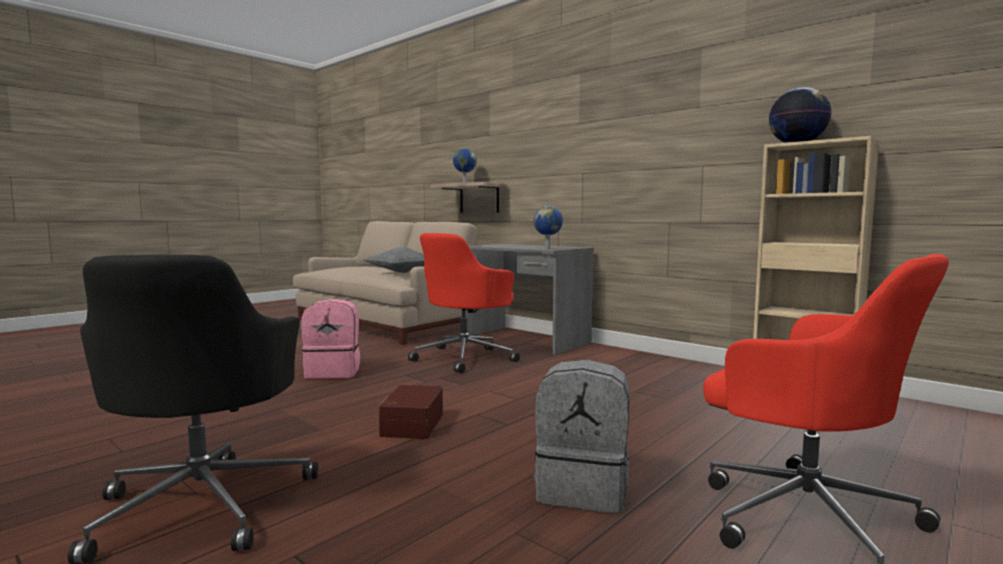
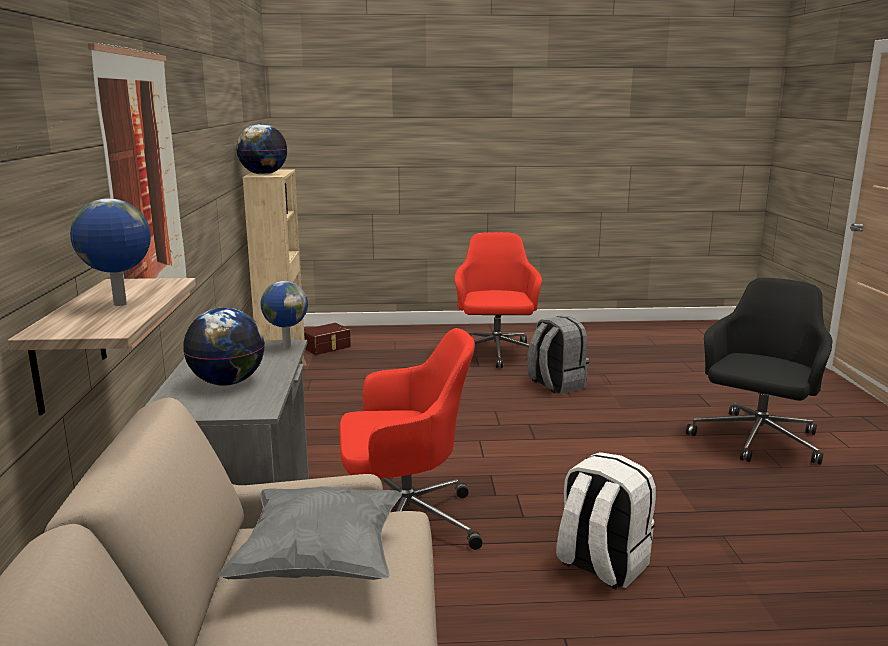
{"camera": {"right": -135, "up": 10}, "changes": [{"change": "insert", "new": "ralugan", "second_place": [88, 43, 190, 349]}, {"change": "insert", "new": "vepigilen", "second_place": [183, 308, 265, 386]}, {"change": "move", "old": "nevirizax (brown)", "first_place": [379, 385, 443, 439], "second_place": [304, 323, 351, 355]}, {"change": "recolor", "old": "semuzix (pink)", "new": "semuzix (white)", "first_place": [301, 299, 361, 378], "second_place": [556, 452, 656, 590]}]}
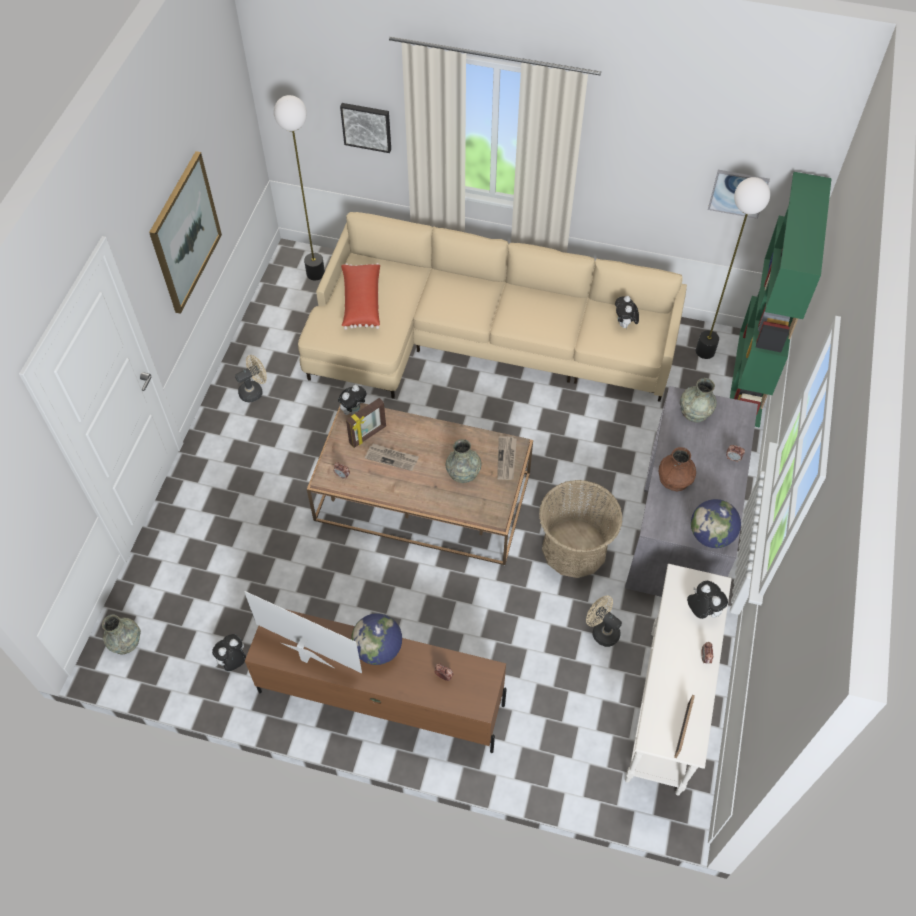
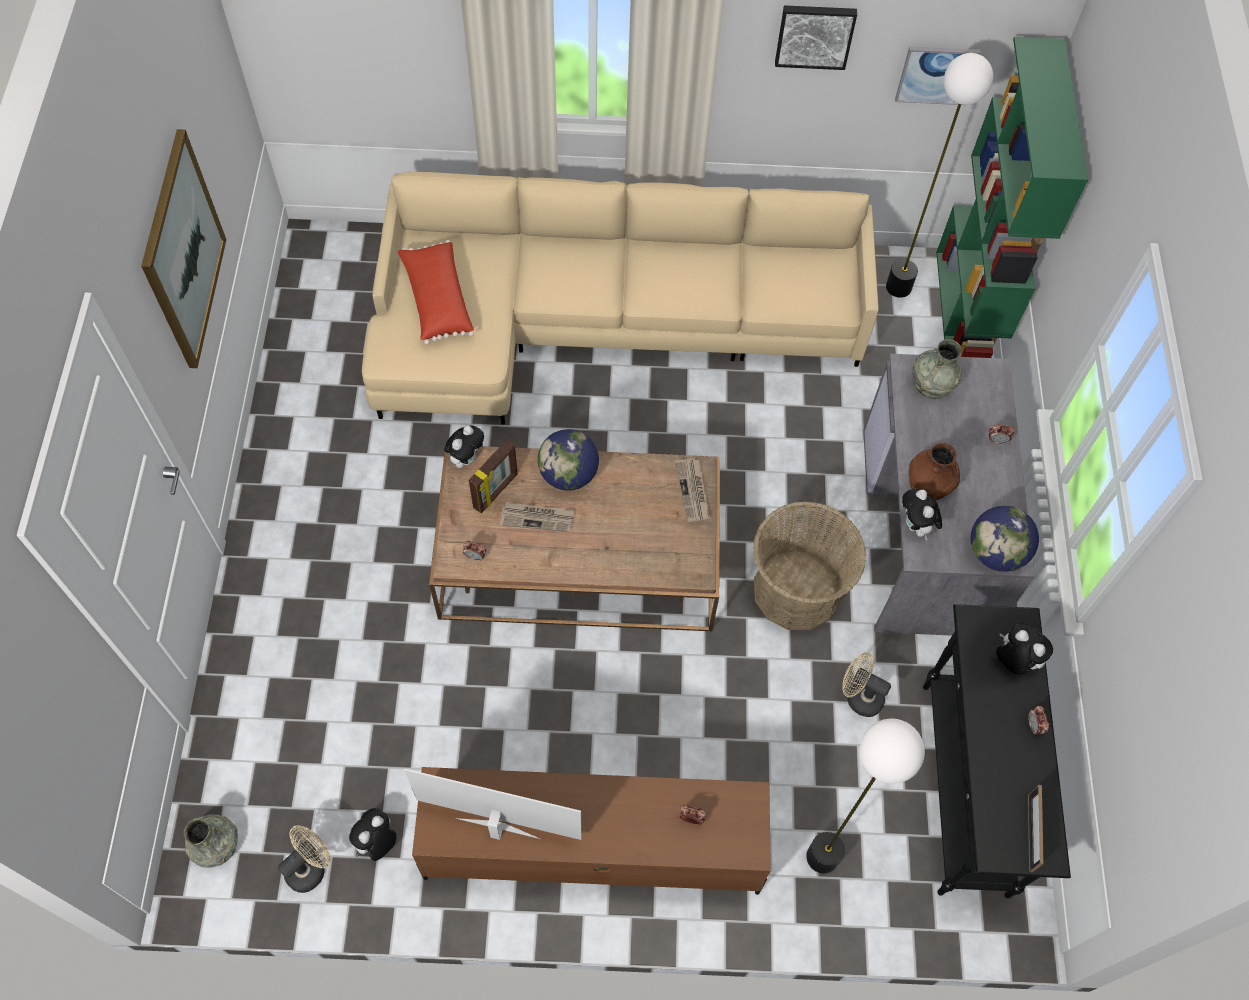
{"camera": {"right": -15, "up": 5}, "changes": [{"change": "delete", "old": "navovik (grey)", "first_place": [446, 439, 482, 483]}, {"change": "move", "old": "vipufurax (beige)", "first_place": [235, 355, 267, 402], "second_place": [278, 825, 331, 893]}, {"change": "move", "old": "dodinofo", "first_place": [274, 95, 325, 280], "second_place": [806, 719, 925, 873]}, {"change": "move", "old": "ralugan", "first_place": [340, 103, 391, 153], "second_place": [775, 5, 857, 70]}, {"change": "move", "old": "vepigilen", "first_place": [351, 613, 402, 665], "second_place": [538, 429, 599, 491]}, {"change": "move", "old": "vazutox", "first_place": [615, 296, 639, 329], "second_place": [902, 488, 942, 540]}, {"change": "recolor", "old": "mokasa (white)", "new": "mokasa (black)", "first_place": [625, 564, 732, 796], "second_place": [923, 604, 1071, 898]}]}
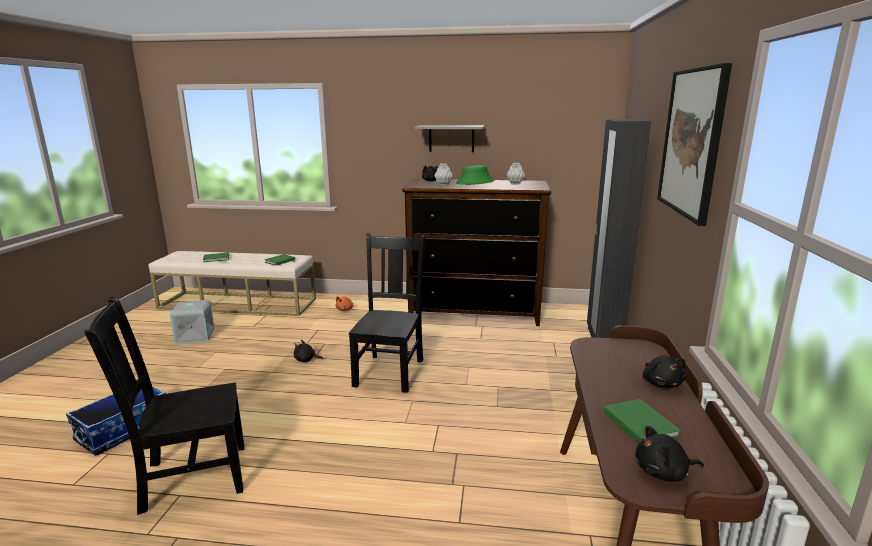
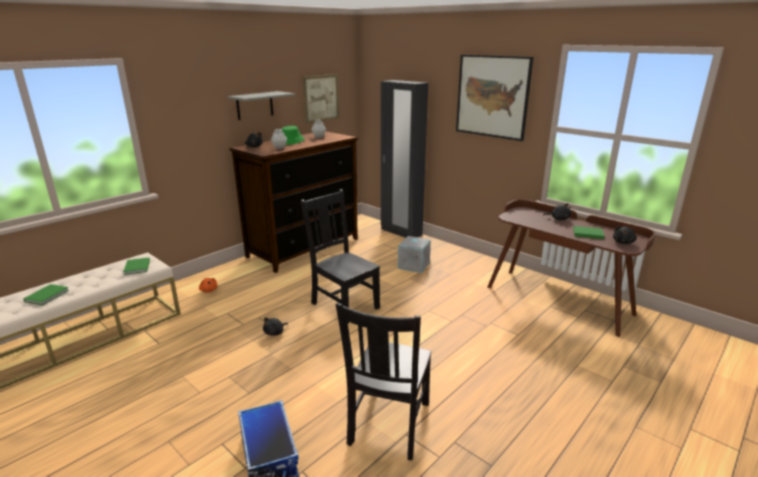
{"camera": {"right": -55, "up": 5}, "changes": [{"change": "insert", "new": "ralugan", "second_place": [303, 74, 339, 124]}, {"change": "move", "old": "nevirizax (grey)", "first_place": [170, 300, 215, 344], "second_place": [398, 236, 431, 273]}]}
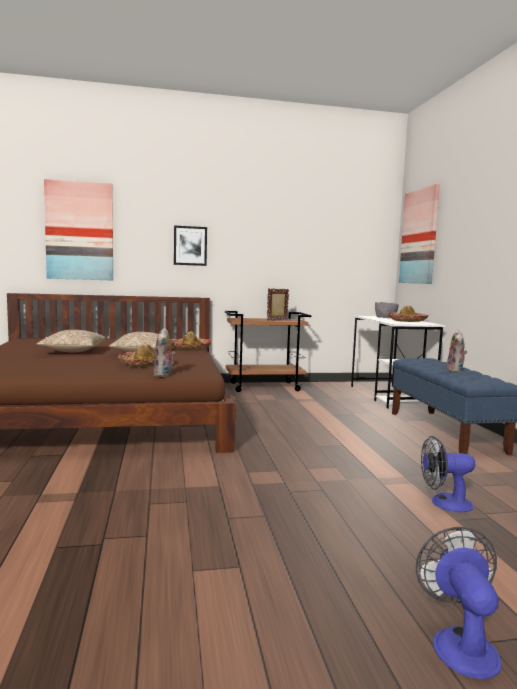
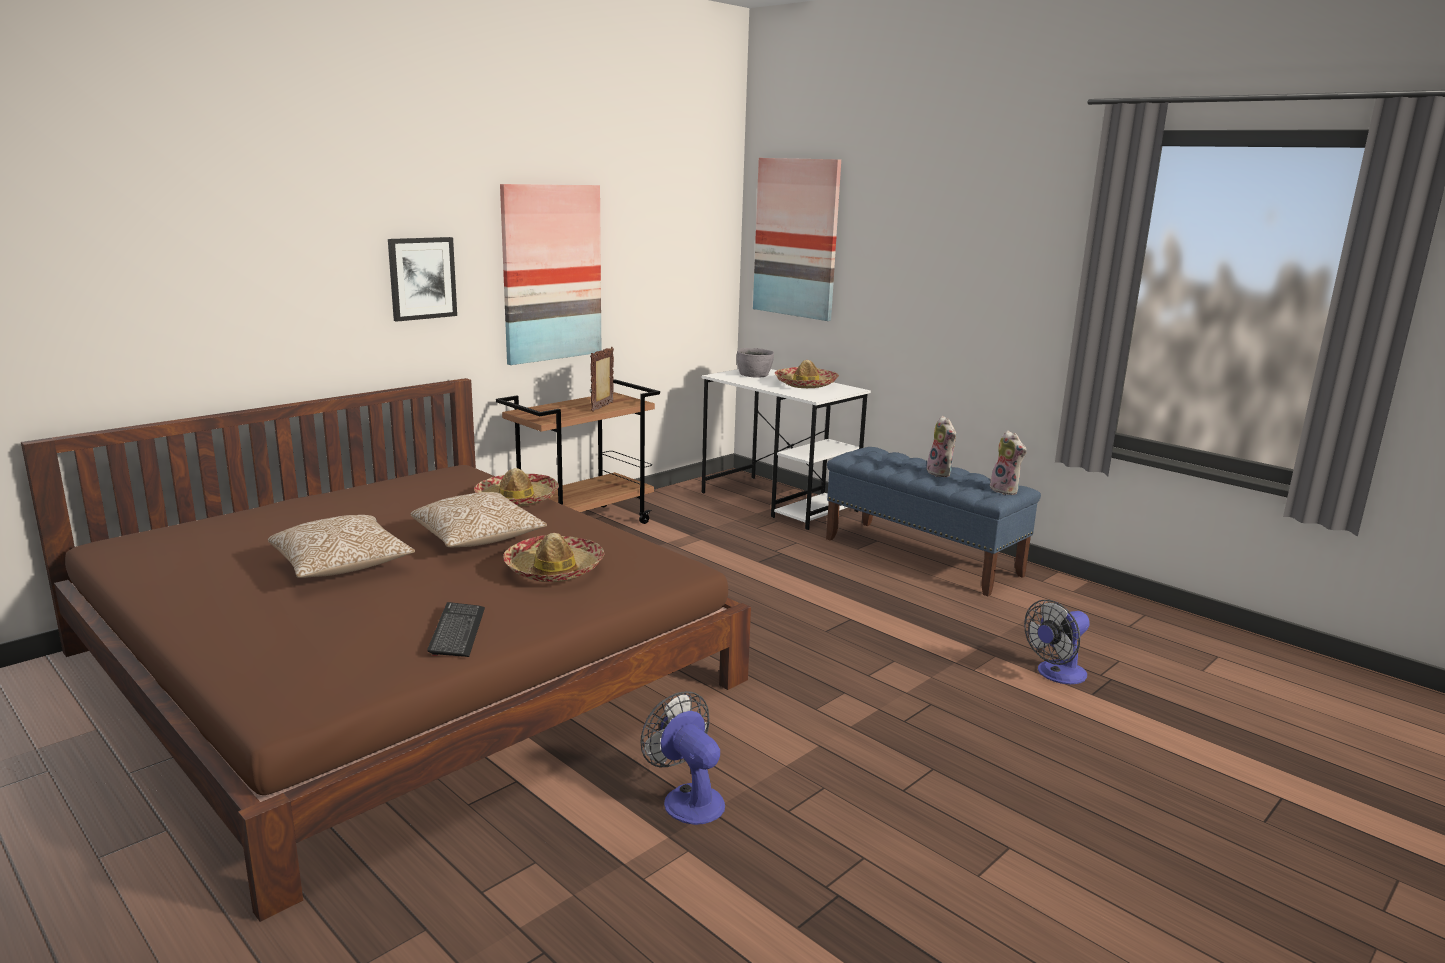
{"camera": {"right": -35, "up": 10}, "changes": [{"change": "insert", "new": "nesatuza", "second_place": [427, 602, 485, 657]}, {"change": "move", "old": "ralugan", "first_place": [44, 179, 113, 280], "second_place": [500, 184, 601, 365]}, {"change": "move", "old": "vazutox", "first_place": [154, 328, 175, 377], "second_place": [990, 430, 1027, 495]}, {"change": "move", "old": "vipufurax", "first_place": [416, 527, 501, 679], "second_place": [641, 691, 725, 825]}]}
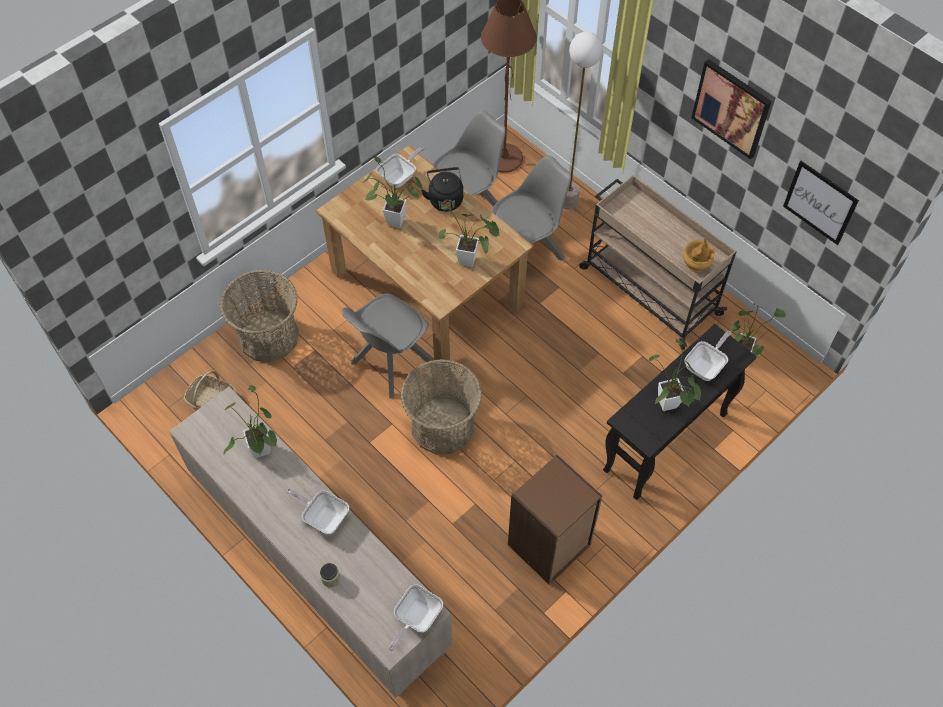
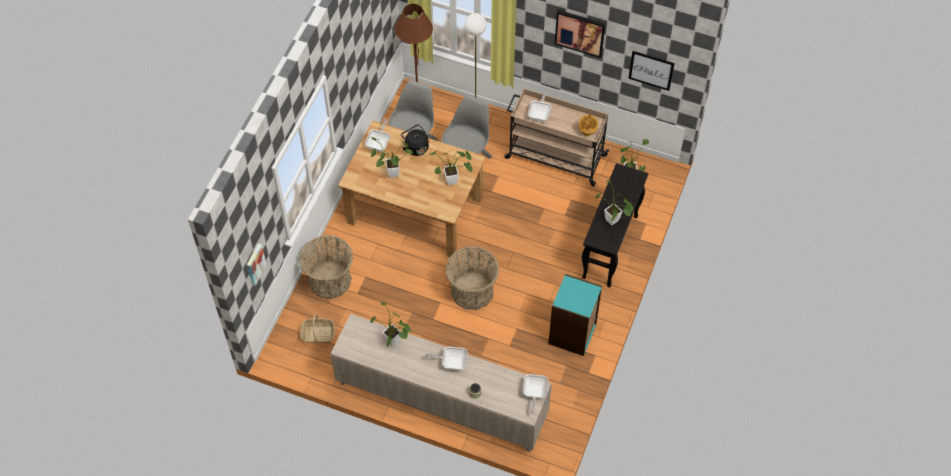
{"camera": {"right": -25, "up": 0}, "changes": [{"change": "delete", "old": "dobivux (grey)", "first_place": [341, 294, 434, 399]}, {"change": "insert", "new": "ralugan", "second_place": [247, 244, 267, 286]}, {"change": "move", "old": "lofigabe", "first_place": [684, 331, 731, 381], "second_place": [528, 90, 552, 122]}, {"change": "recolor", "old": "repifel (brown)", "new": "repifel (turquoise)", "first_place": [508, 455, 602, 585], "second_place": [548, 274, 602, 356]}]}
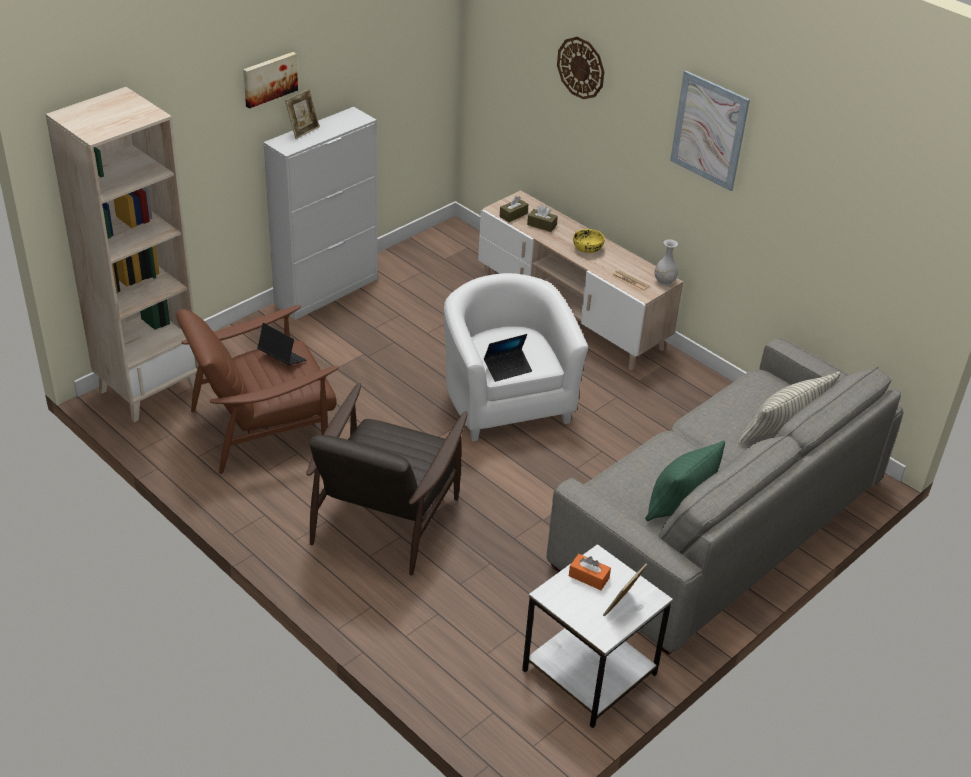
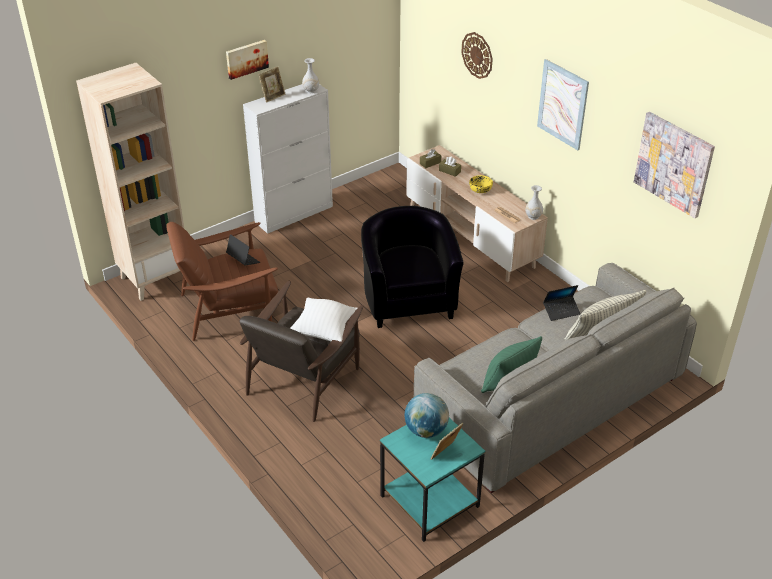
{"camera": {"right": 10, "up": 0}, "changes": [{"change": "insert", "new": "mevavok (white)", "second_place": [290, 298, 357, 342]}, {"change": "insert", "new": "navovik (white)", "second_place": [302, 58, 319, 93]}, {"change": "insert", "new": "ralugan", "second_place": [634, 112, 715, 218]}, {"change": "move", "old": "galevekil", "first_place": [484, 334, 532, 382], "second_place": [543, 285, 581, 321]}, {"change": "replace", "old": "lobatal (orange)", "new": "vepigilen", "first_place": [569, 554, 611, 590], "second_place": [404, 393, 449, 438]}, {"change": "recolor", "old": "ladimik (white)", "new": "ladimik (black)", "first_place": [444, 273, 588, 442], "second_place": [361, 206, 463, 328]}, {"change": "recolor", "old": "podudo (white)", "new": "podudo (turquoise)", "first_place": [522, 544, 673, 728], "second_place": [380, 418, 485, 542]}]}
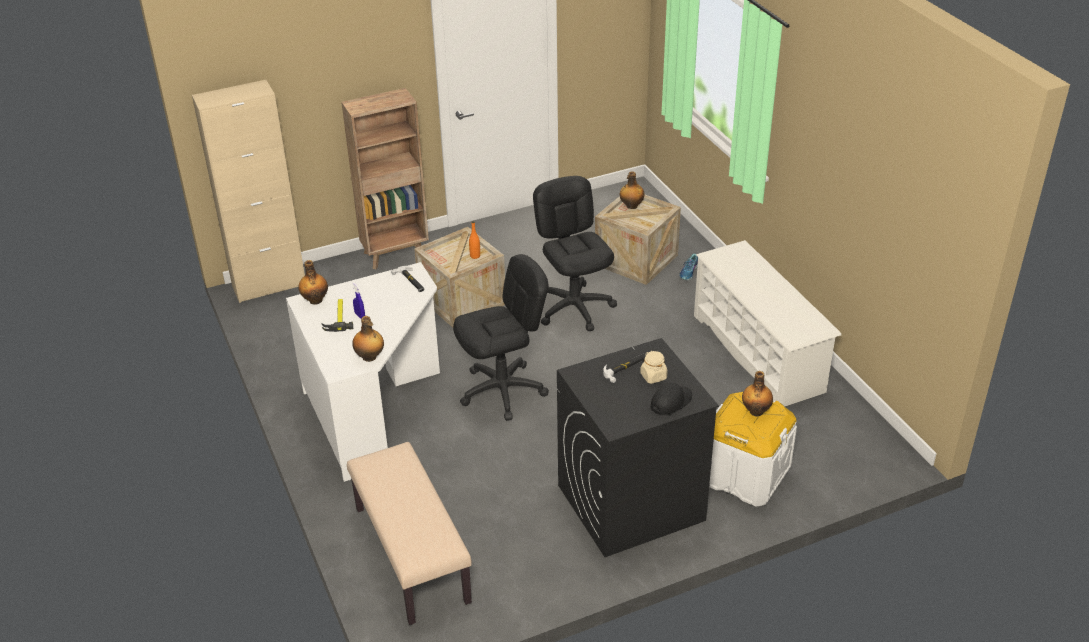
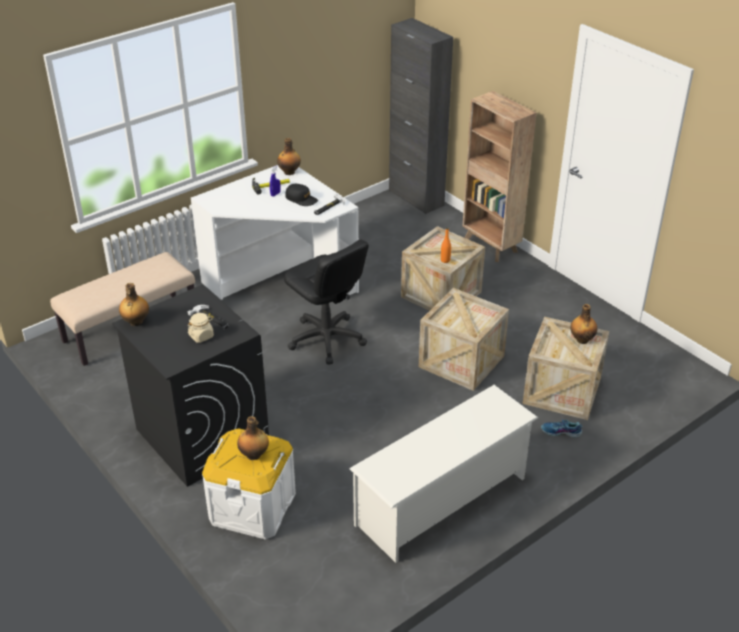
{"camera": {"right": 75, "up": 0}, "changes": [{"change": "move", "old": "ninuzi", "first_place": [352, 316, 384, 362], "second_place": [119, 283, 149, 326]}, {"change": "move", "old": "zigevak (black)", "first_place": [651, 383, 692, 416], "second_place": [285, 184, 318, 206]}, {"change": "replace", "old": "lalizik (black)", "new": "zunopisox", "first_place": [533, 176, 617, 331], "second_place": [419, 288, 509, 391]}, {"change": "recolor", "old": "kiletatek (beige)", "new": "kiletatek (black)", "first_place": [192, 80, 305, 303], "second_place": [389, 18, 453, 214]}]}
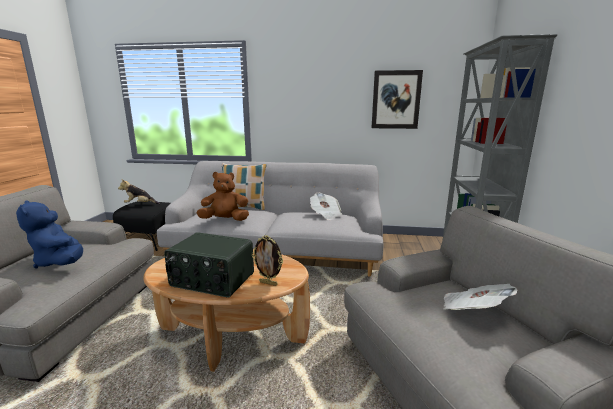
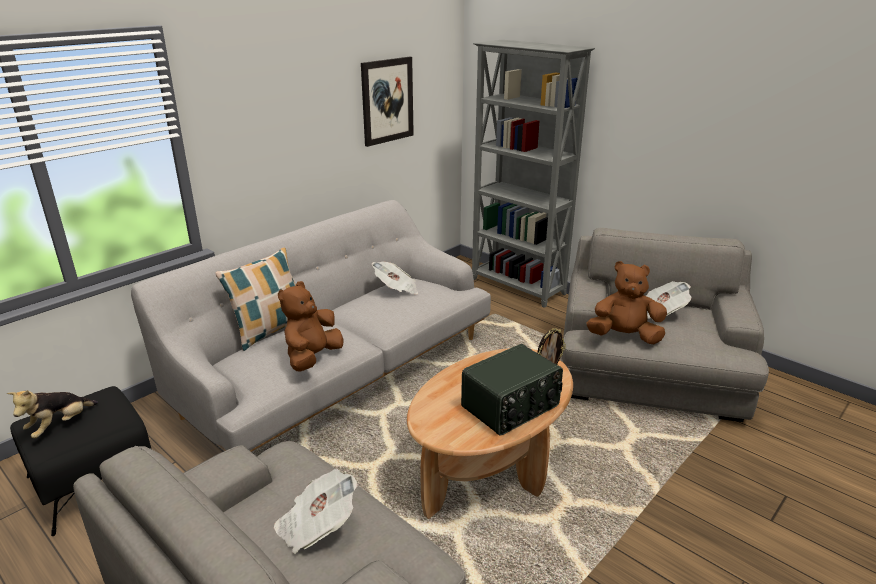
{"camera": {"right": -55, "up": 10}, "changes": [{"change": "insert", "new": "vazutox (brown)", "second_place": [586, 261, 667, 344]}, {"change": "replace", "old": "vazutox (blue)", "new": "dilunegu", "first_place": [16, 200, 83, 269], "second_place": [274, 469, 358, 554]}]}
